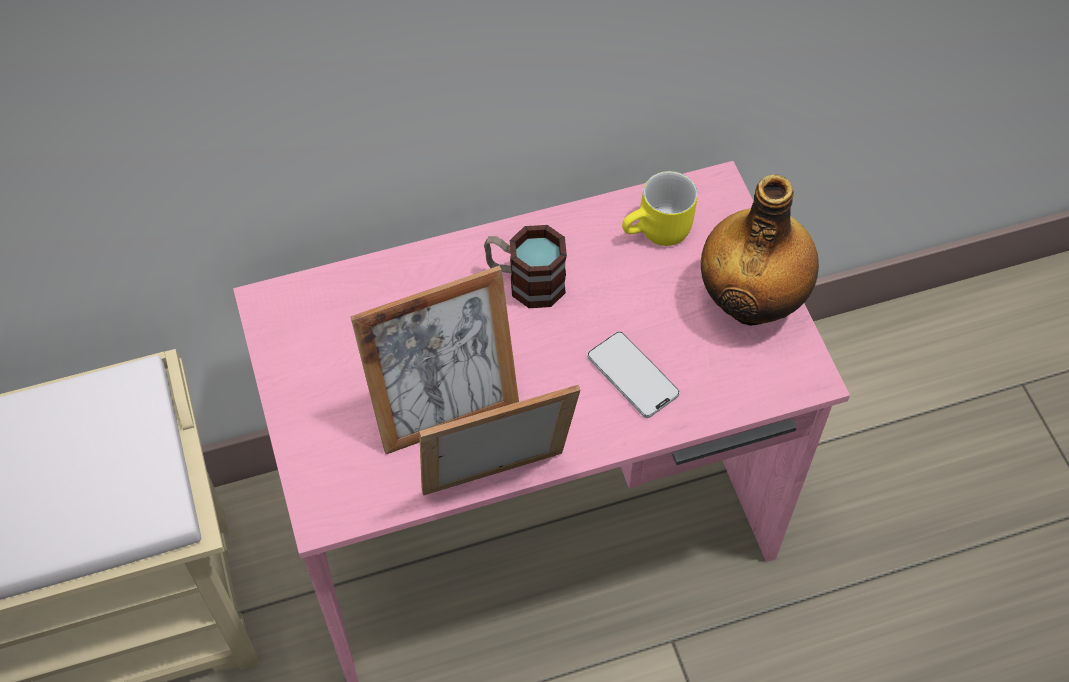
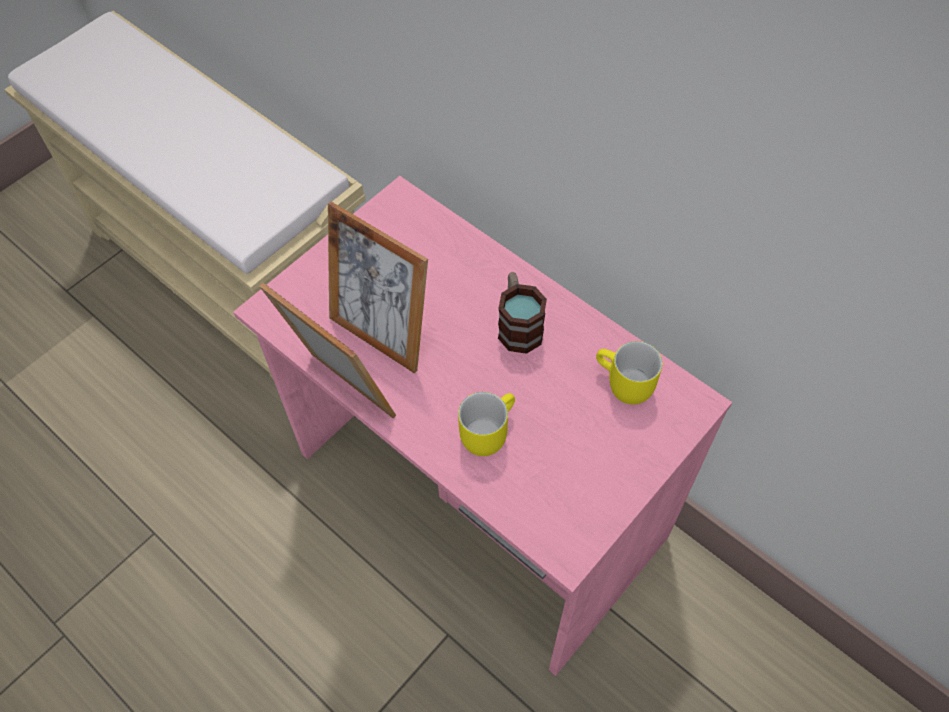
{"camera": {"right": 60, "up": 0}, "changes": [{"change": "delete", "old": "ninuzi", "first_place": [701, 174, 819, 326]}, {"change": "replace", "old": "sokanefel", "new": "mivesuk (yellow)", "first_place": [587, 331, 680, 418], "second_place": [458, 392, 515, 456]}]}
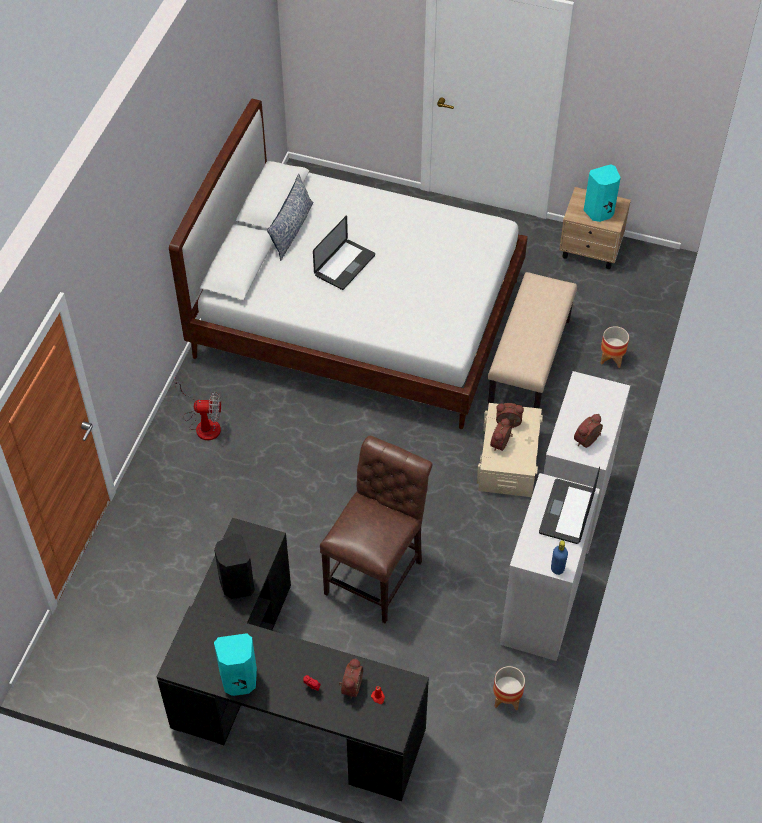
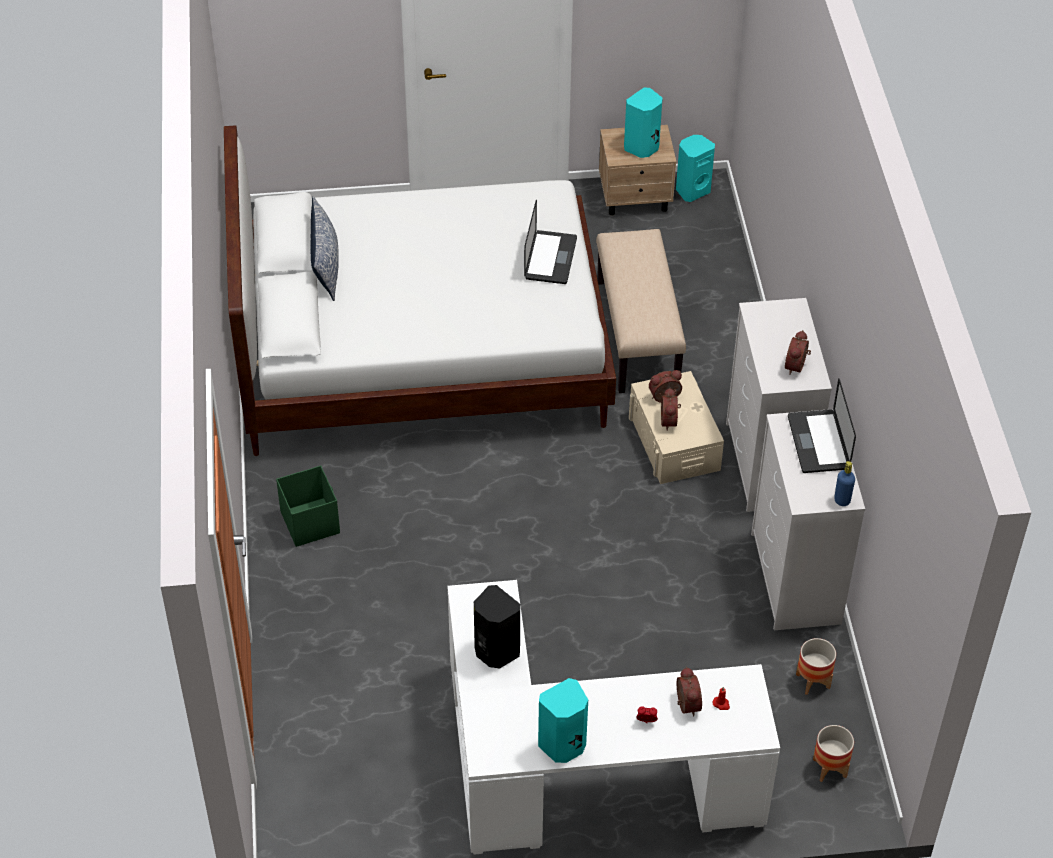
{"camera": {"right": -25, "up": -5}, "changes": [{"change": "delete", "old": "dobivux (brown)", "first_place": [320, 436, 433, 623]}, {"change": "insert", "new": "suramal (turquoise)", "second_place": [676, 135, 715, 202]}, {"change": "move", "old": "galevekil", "first_place": [313, 215, 375, 290], "second_place": [524, 200, 577, 284]}, {"change": "move", "old": "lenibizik", "first_place": [601, 326, 629, 368], "second_place": [813, 725, 854, 782]}, {"change": "replace", "old": "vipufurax", "new": "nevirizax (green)", "first_place": [174, 379, 221, 441], "second_place": [276, 465, 340, 547]}, {"change": "recolor", "old": "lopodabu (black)", "new": "lopodabu (white)", "first_place": [157, 518, 429, 801], "second_place": [448, 580, 780, 855]}]}
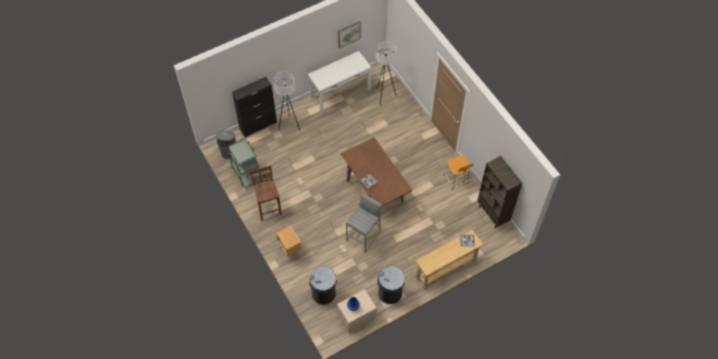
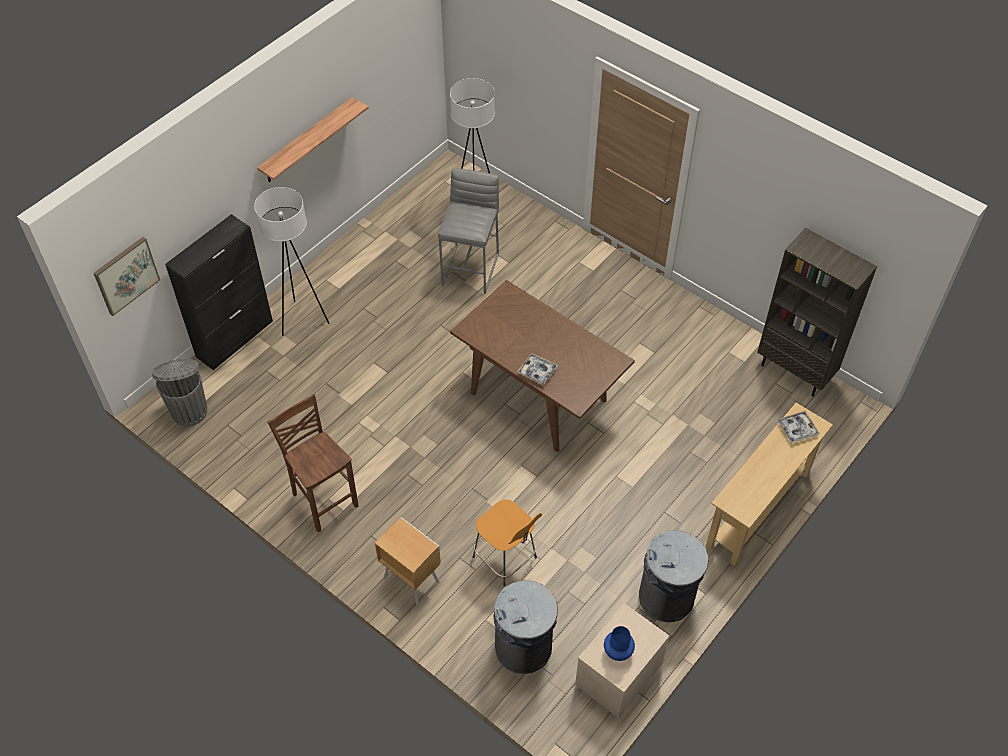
{"camera": {"right": -20, "up": -5}, "changes": [{"change": "delete", "old": "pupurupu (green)", "first_place": [228, 138, 263, 188]}, {"change": "delete", "old": "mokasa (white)", "first_place": [308, 51, 371, 113]}, {"change": "insert", "new": "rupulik", "second_place": [257, 97, 368, 182]}, {"change": "move", "old": "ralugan", "first_place": [338, 21, 361, 48], "second_place": [93, 237, 160, 316]}, {"change": "move", "old": "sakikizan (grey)", "first_place": [346, 193, 382, 252], "second_place": [438, 168, 499, 294]}, {"change": "move", "old": "sakikizan (orange)", "first_place": [444, 156, 474, 190], "second_place": [473, 499, 542, 586]}]}
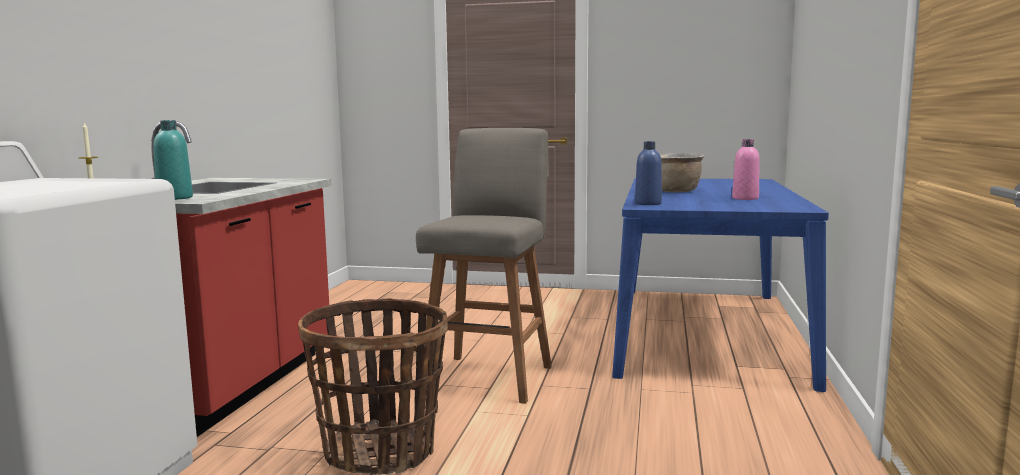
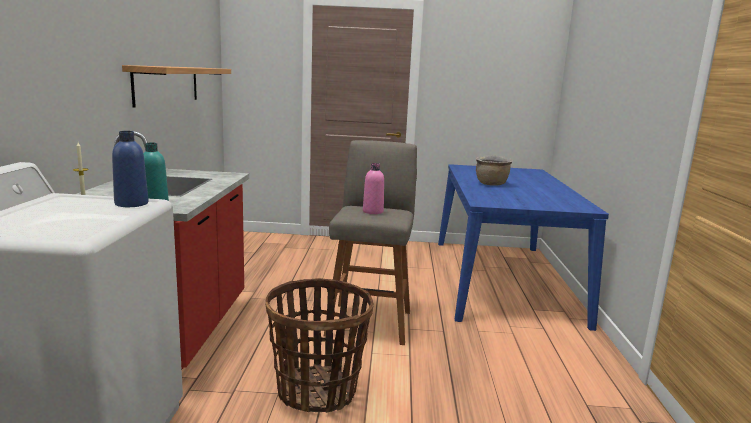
{"camera": {"right": -10, "up": 5}, "changes": [{"change": "insert", "new": "rupulik", "second_place": [122, 65, 231, 107]}, {"change": "move", "old": "ninuzi (blue)", "first_place": [635, 141, 662, 205], "second_place": [112, 131, 148, 207]}, {"change": "move", "old": "ninuzi (pink)", "first_place": [732, 139, 760, 200], "second_place": [363, 163, 384, 214]}]}
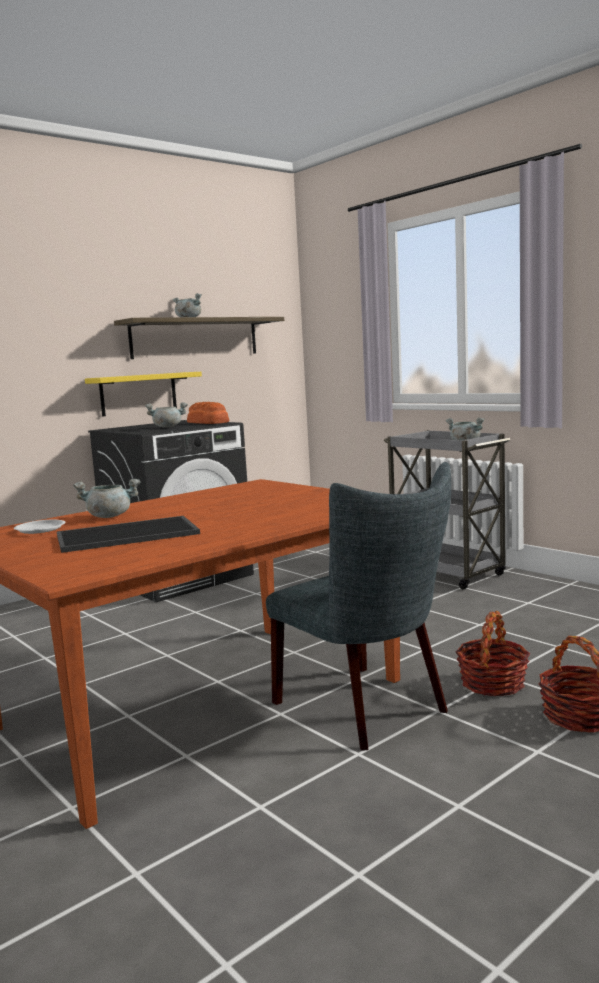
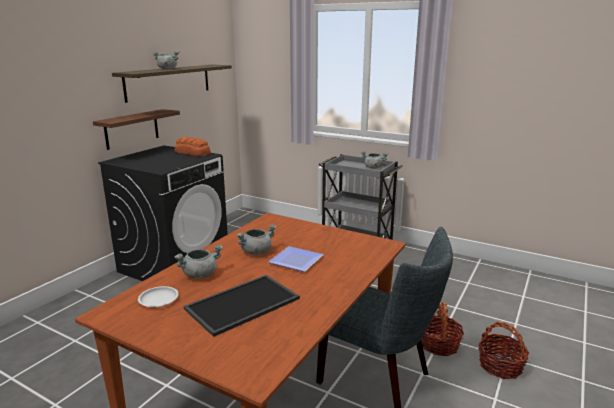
{"camera": {"right": -20, "up": 10}, "changes": [{"change": "insert", "new": "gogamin", "second_place": [268, 246, 324, 272]}, {"change": "move", "old": "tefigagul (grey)", "first_place": [145, 402, 188, 428], "second_place": [236, 224, 276, 255]}, {"change": "recolor", "old": "rupulik (yellow)", "new": "rupulik (brown)", "first_place": [85, 372, 202, 417], "second_place": [93, 109, 180, 150]}]}
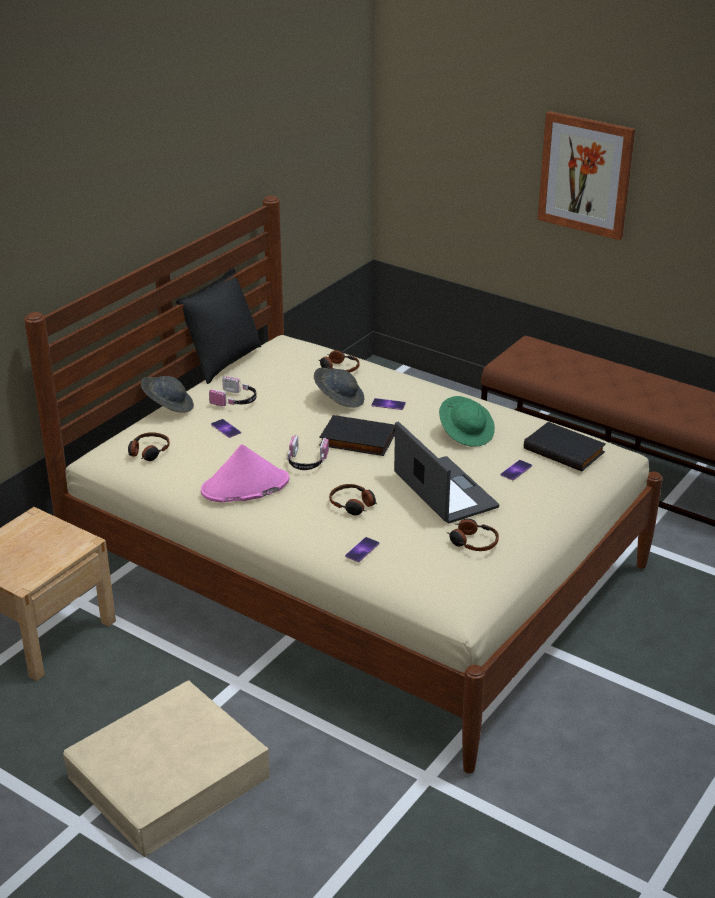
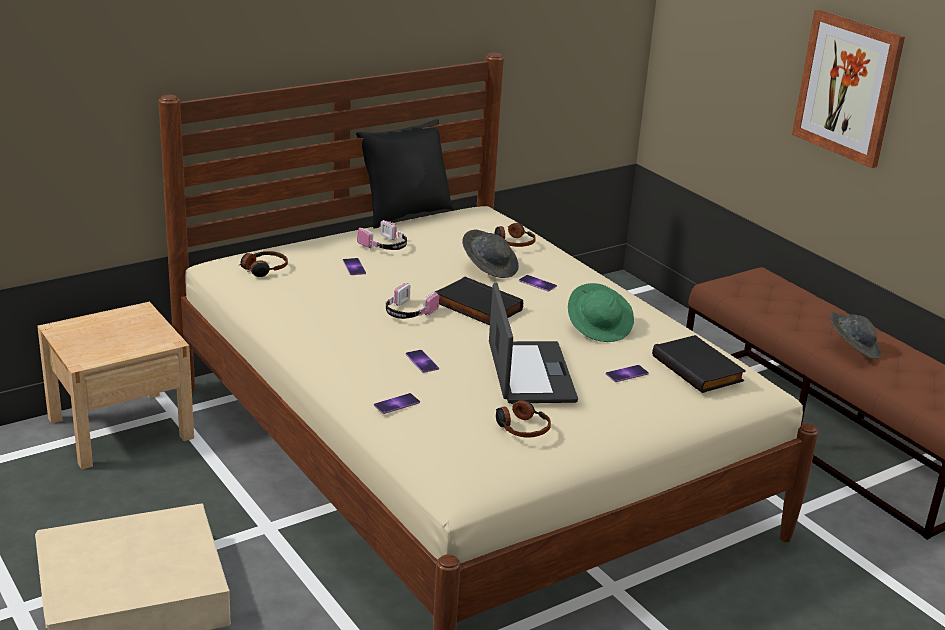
{"camera": {"right": 20, "up": -5}, "changes": [{"change": "delete", "old": "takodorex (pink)", "first_place": [201, 444, 289, 502]}, {"change": "move", "old": "takodorex (grey)", "first_place": [141, 376, 194, 413], "second_place": [830, 312, 881, 359]}, {"change": "replace", "old": "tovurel", "new": "sokanefel", "first_place": [329, 484, 377, 515], "second_place": [405, 350, 439, 373]}]}
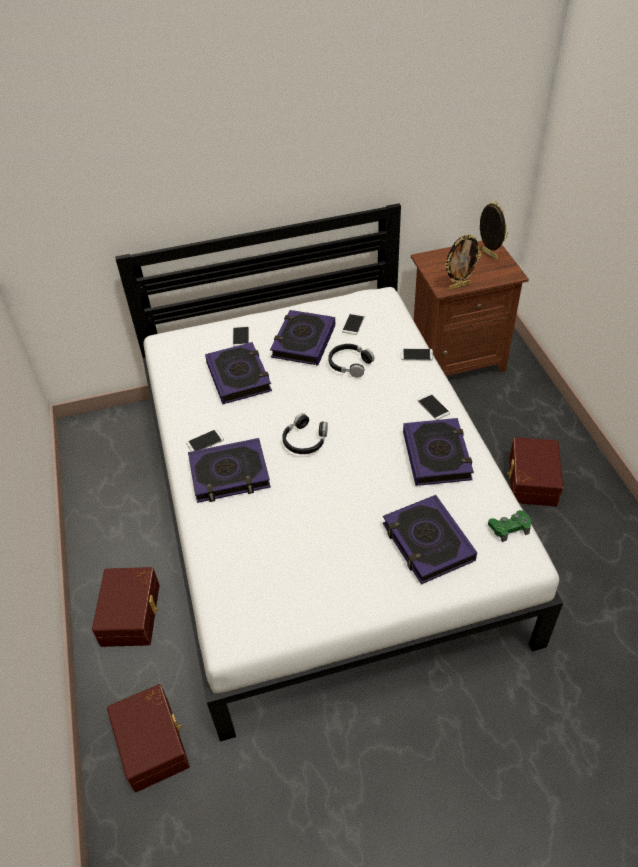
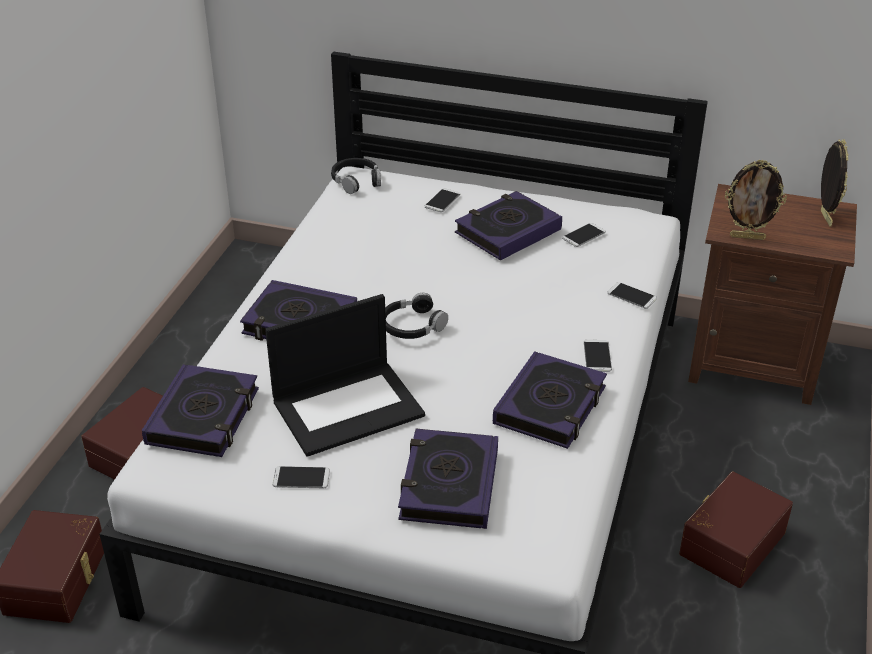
{"camera": {"right": 30, "up": -10}, "changes": [{"change": "delete", "old": "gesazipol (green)", "first_place": [488, 510, 531, 542]}, {"change": "insert", "new": "galevekil", "second_place": [265, 294, 425, 457]}, {"change": "move", "old": "sokanefel", "first_place": [186, 429, 224, 451], "second_place": [272, 466, 330, 488]}, {"change": "move", "old": "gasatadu", "first_place": [205, 342, 272, 404], "second_place": [142, 364, 259, 457]}, {"change": "move", "old": "tovurel (black)", "first_place": [328, 344, 374, 378], "second_place": [331, 158, 381, 194]}]}
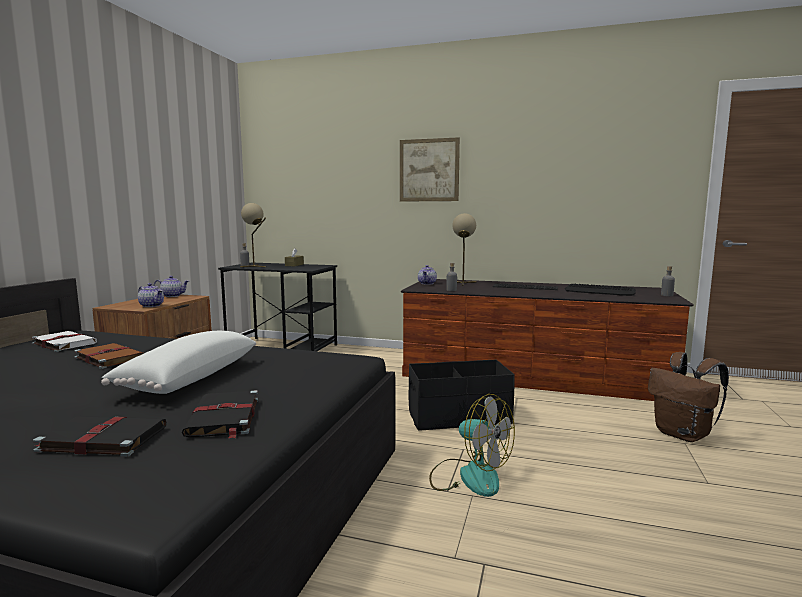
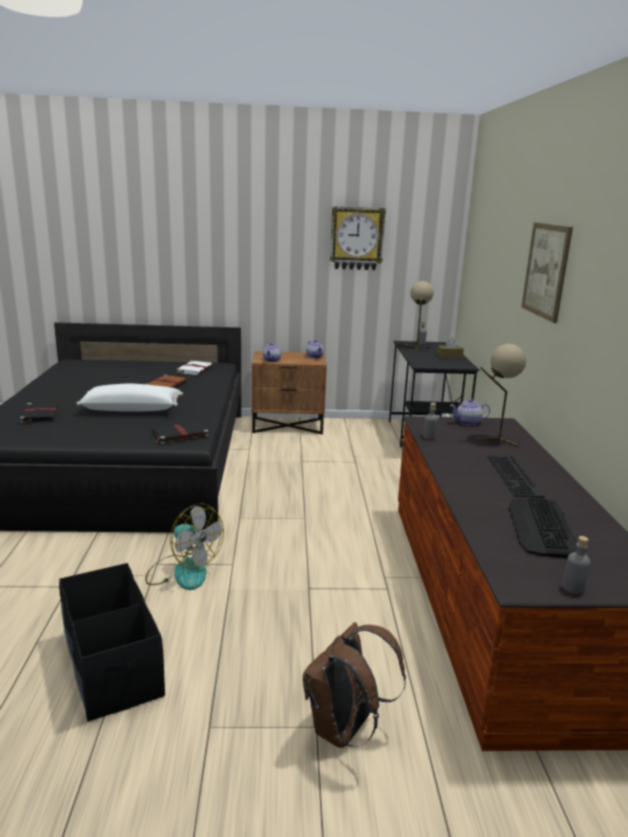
{"camera": {"right": 70, "up": 10}, "changes": [{"change": "insert", "new": "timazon", "second_place": [330, 206, 386, 270]}, {"change": "move", "old": "gasatadu (black)", "first_place": [182, 390, 258, 439], "second_place": [152, 422, 209, 444]}, {"change": "move", "old": "nevirizax (black)", "first_place": [409, 359, 515, 431], "second_place": [59, 563, 165, 722]}, {"change": "rotate", "old": "vipufurax", "first_place": [429, 394, 515, 497], "second_place": [145, 503, 224, 590], "degrees": -75}]}
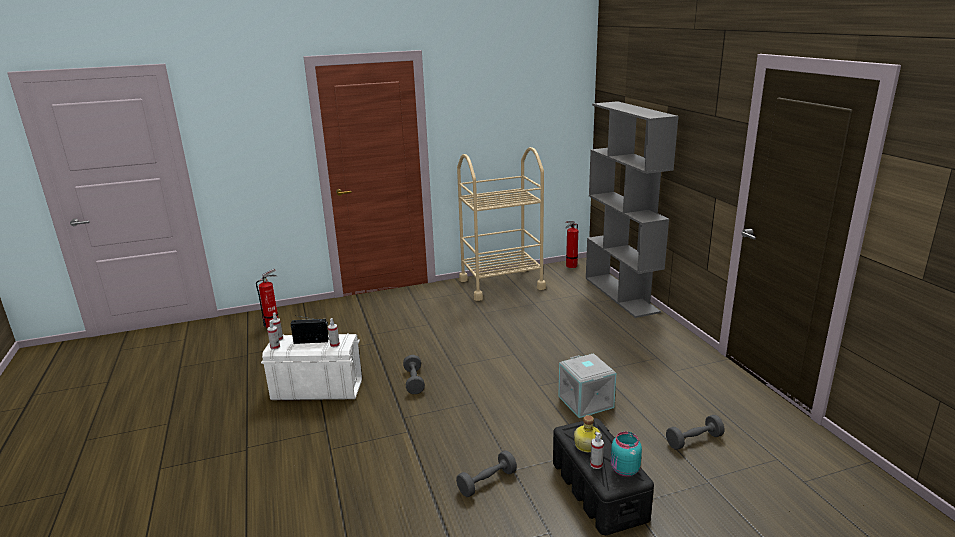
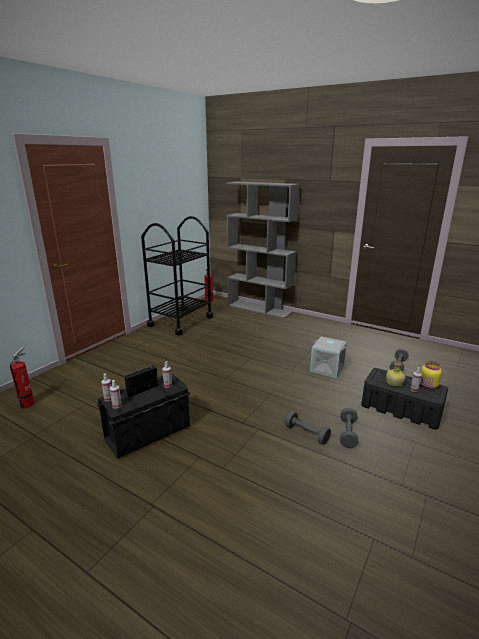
{"camera": {"right": -40, "up": 0}, "changes": [{"change": "move", "old": "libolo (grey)", "first_place": [403, 355, 425, 394], "second_place": [285, 411, 331, 445]}, {"change": "recolor", "old": "nevirizax (white)", "new": "nevirizax (black)", "first_place": [261, 334, 362, 400], "second_place": [97, 373, 190, 459]}, {"change": "recolor", "old": "pupurupu (beige)", "new": "pupurupu (black)", "first_place": [457, 147, 546, 301], "second_place": [141, 216, 213, 336]}, {"change": "recolor", "old": "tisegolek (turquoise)", "new": "tisegolek (yellow)", "first_place": [611, 431, 642, 477], "second_place": [420, 361, 442, 389]}]}
